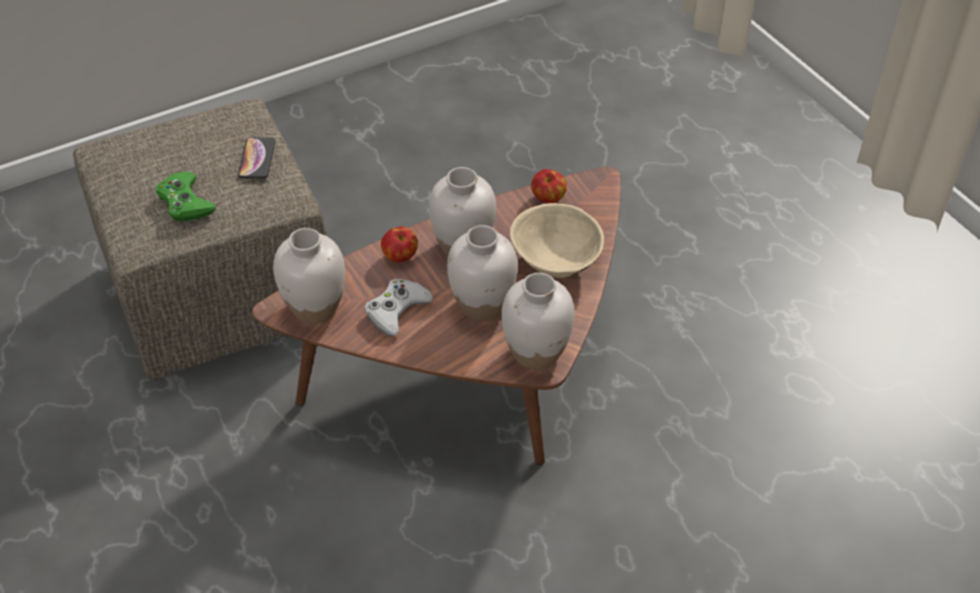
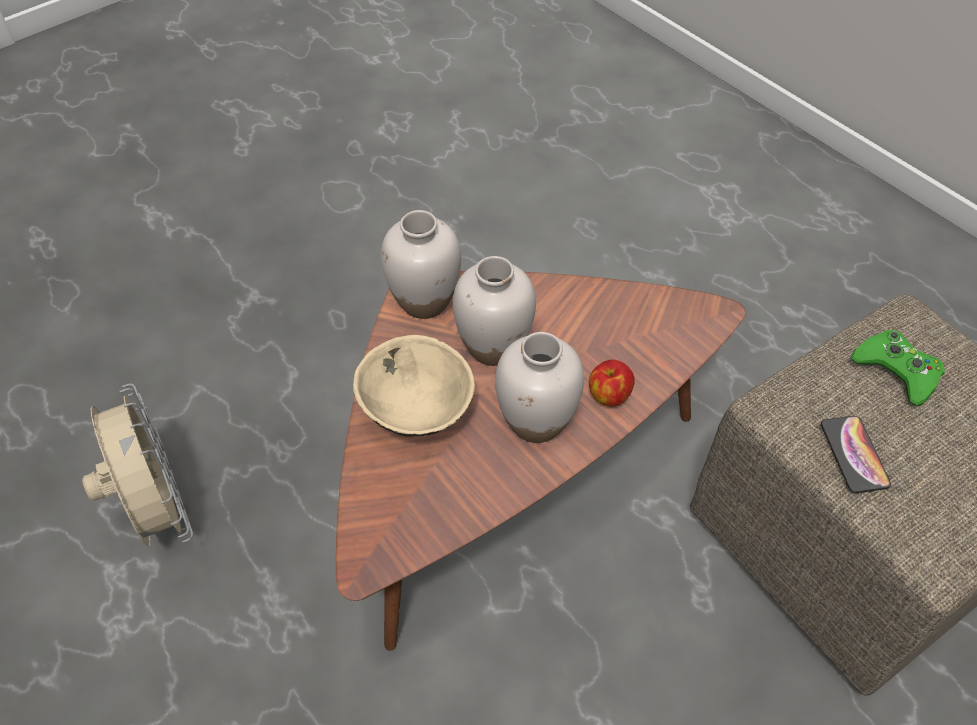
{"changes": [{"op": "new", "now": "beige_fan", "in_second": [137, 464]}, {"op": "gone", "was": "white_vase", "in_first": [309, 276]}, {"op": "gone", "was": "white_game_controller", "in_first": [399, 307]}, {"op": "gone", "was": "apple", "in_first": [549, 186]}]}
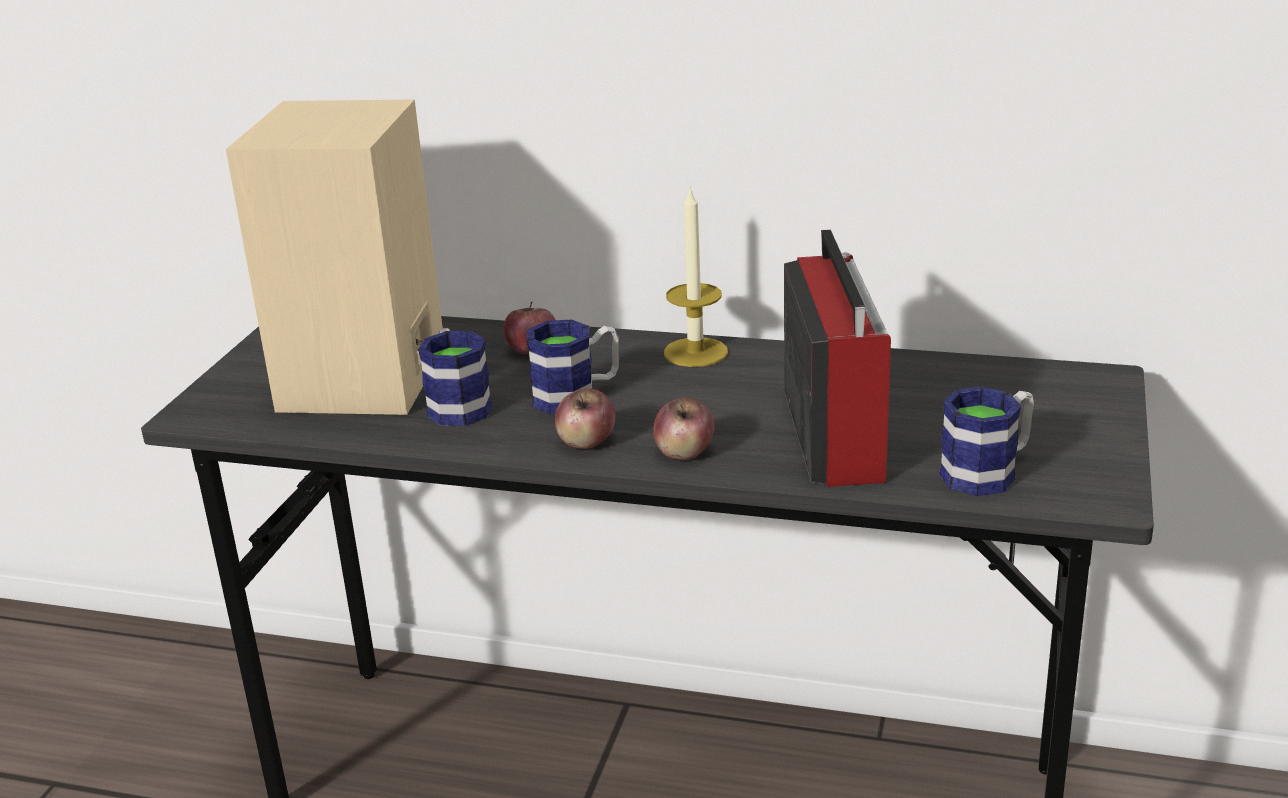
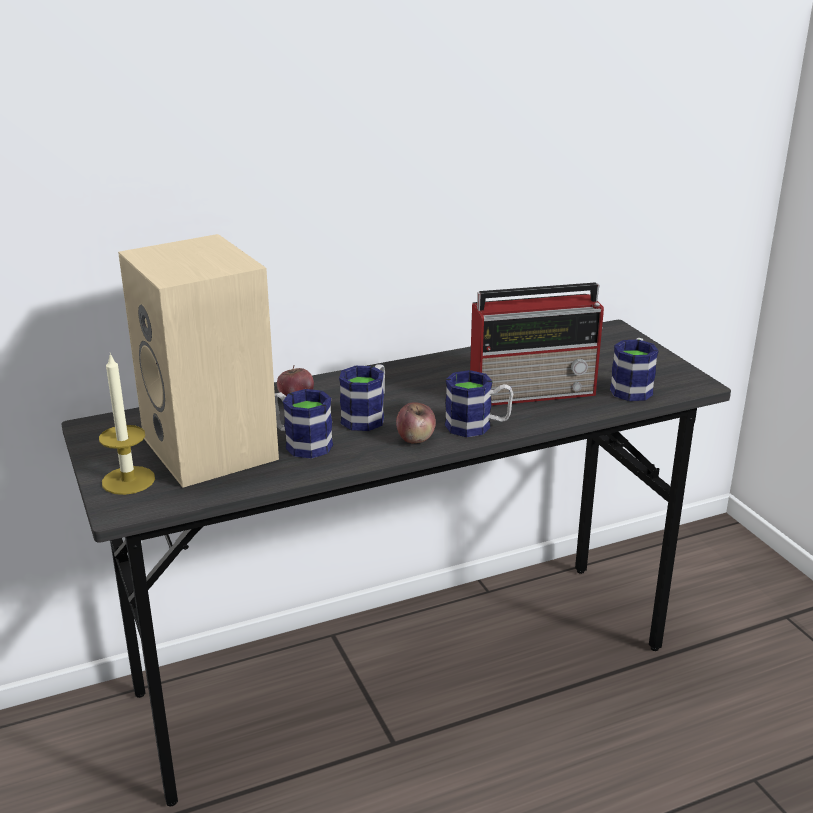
{"changes": [{"op": "shifted", "was": "candle", "in_first": [696, 276], "in_second": [127, 424]}, {"op": "swapped", "was": "apple", "now": "mug", "in_first": [683, 429], "in_second": [479, 403]}, {"op": "rotated", "was": "radio", "in_first": [837, 358], "in_second": [537, 344], "clockwise": 120}]}
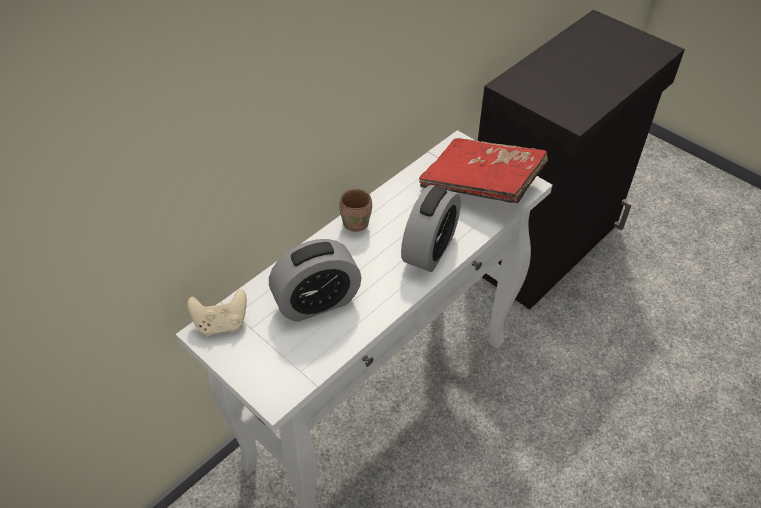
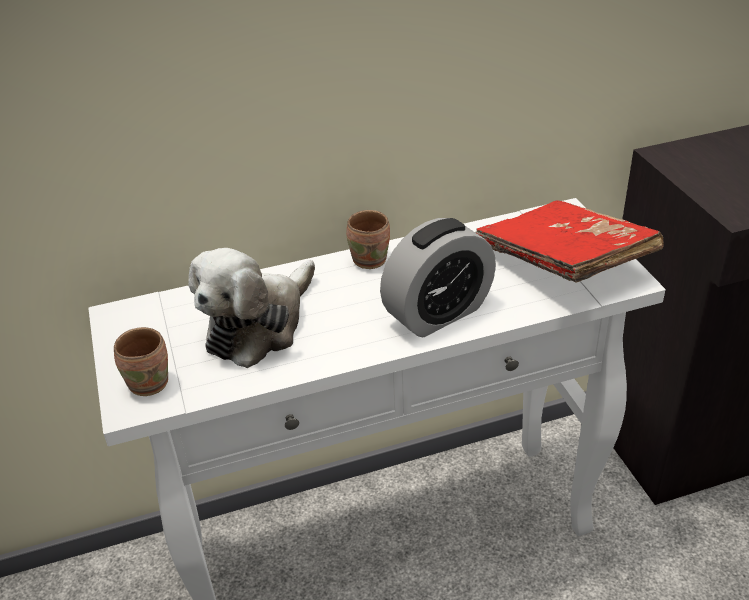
{"changes": [{"op": "new", "now": "brown_mug", "in_second": [141, 361]}, {"op": "swapped", "was": "alarm_clock", "now": "plush_toy", "in_first": [315, 280], "in_second": [251, 308]}, {"op": "gone", "was": "beige_game_controller", "in_first": [217, 312]}]}
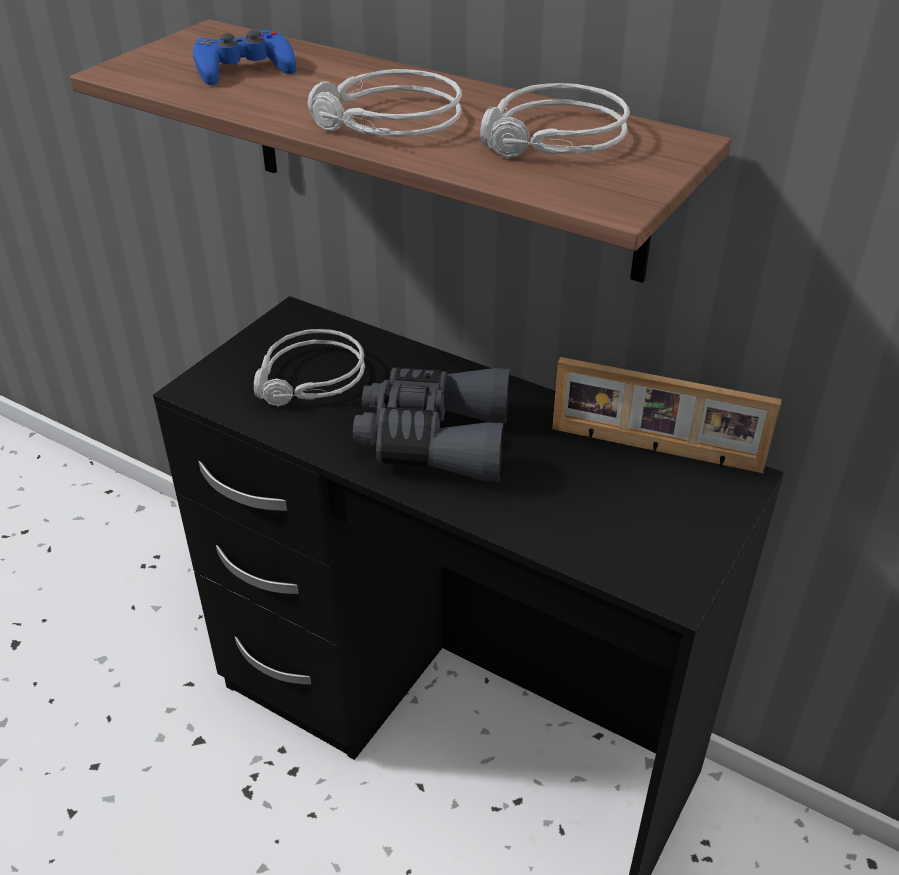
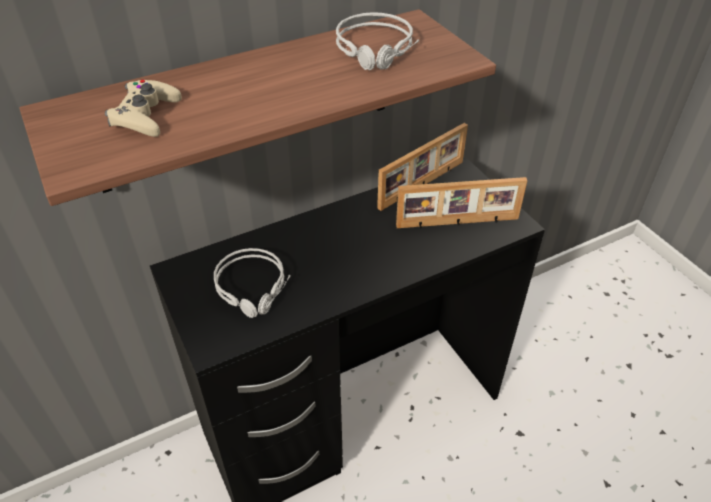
{"changes": [{"op": "repainted", "was": "blue_game_controller", "now": "beige_game_controller", "in_first": [244, 57], "in_second": [143, 108]}, {"op": "new", "now": "picture_frame", "in_second": [462, 202]}, {"op": "gone", "was": "grey_headphones", "in_first": [385, 103]}, {"op": "gone", "was": "grey_binoculars", "in_first": [431, 424]}]}
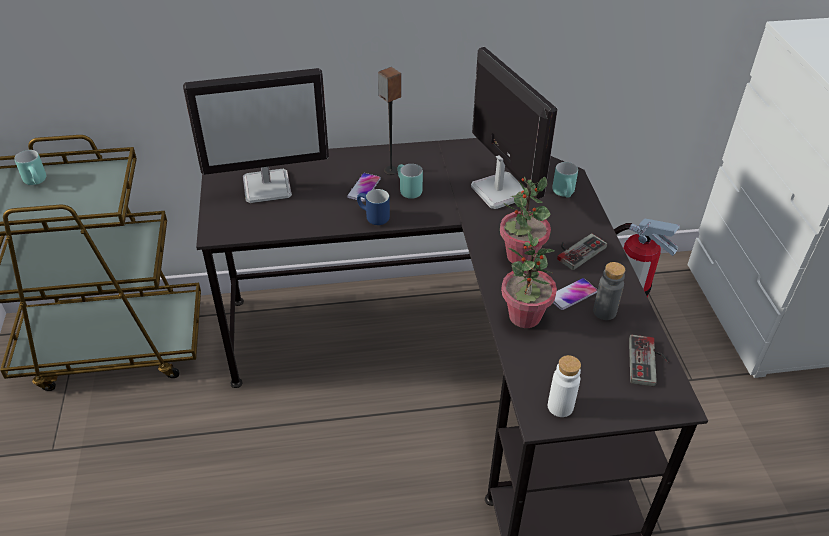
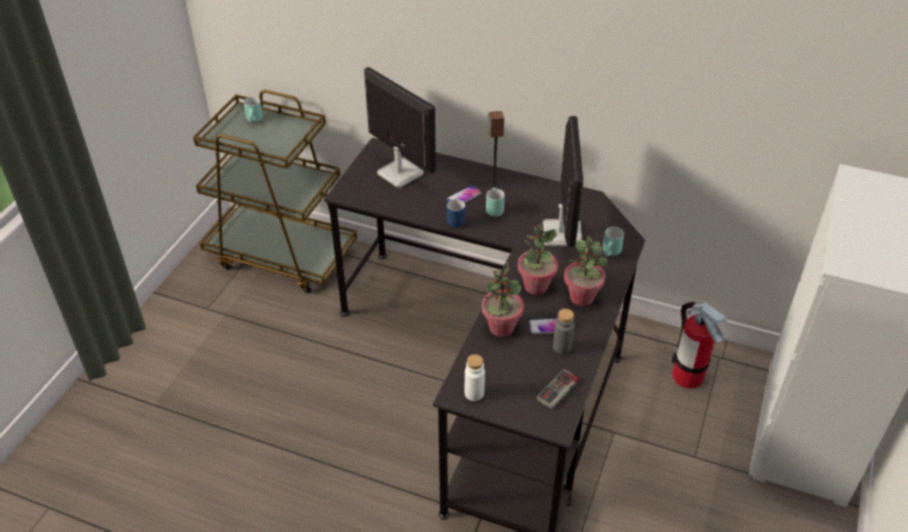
{"changes": [{"op": "rotated", "was": "monitor", "in_first": [256, 135], "in_second": [400, 127], "clockwise": -150}, {"op": "swapped", "was": "game_controller", "now": "potted_plant", "in_first": [582, 251], "in_second": [585, 271]}]}
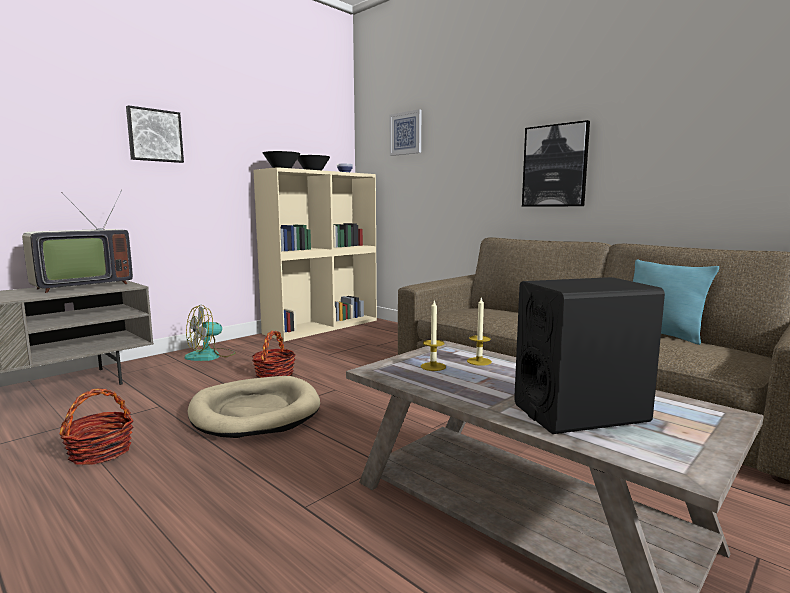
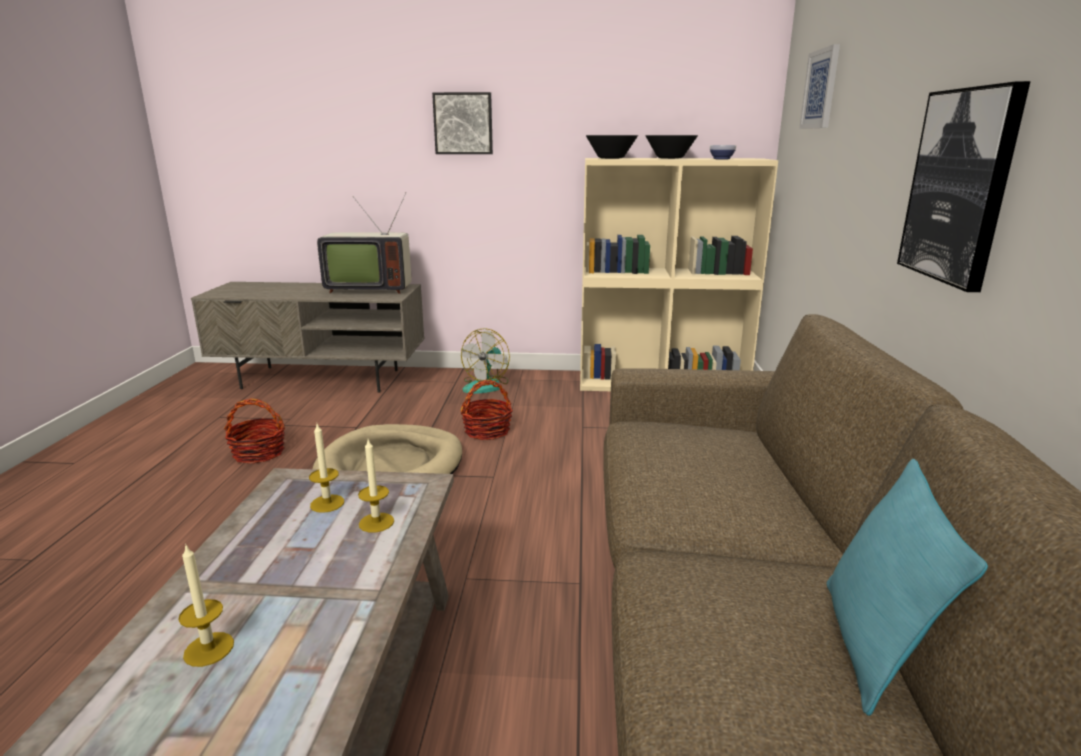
{"changes": [{"op": "swapped", "was": "black_speaker", "now": "candle", "in_first": [589, 355], "in_second": [206, 605]}, {"op": "rotated", "was": "fan", "in_first": [210, 333], "in_second": [485, 360], "clockwise": -75}]}
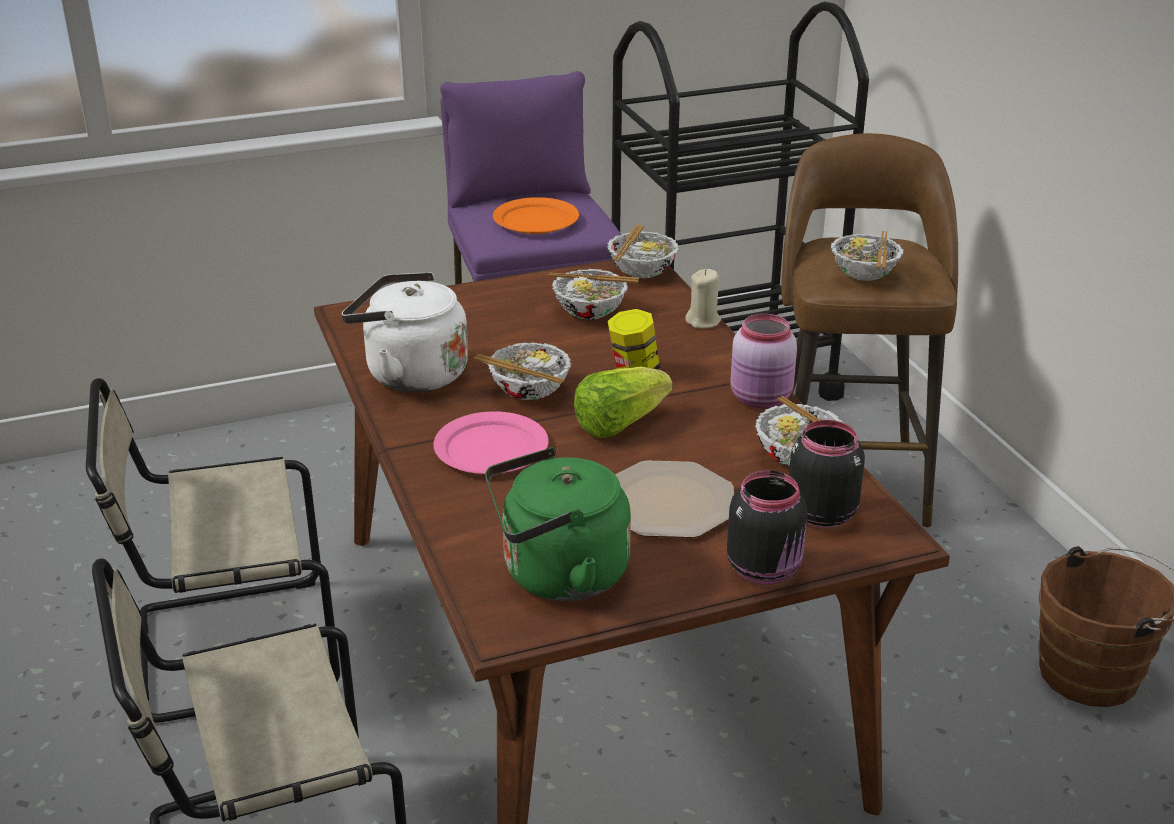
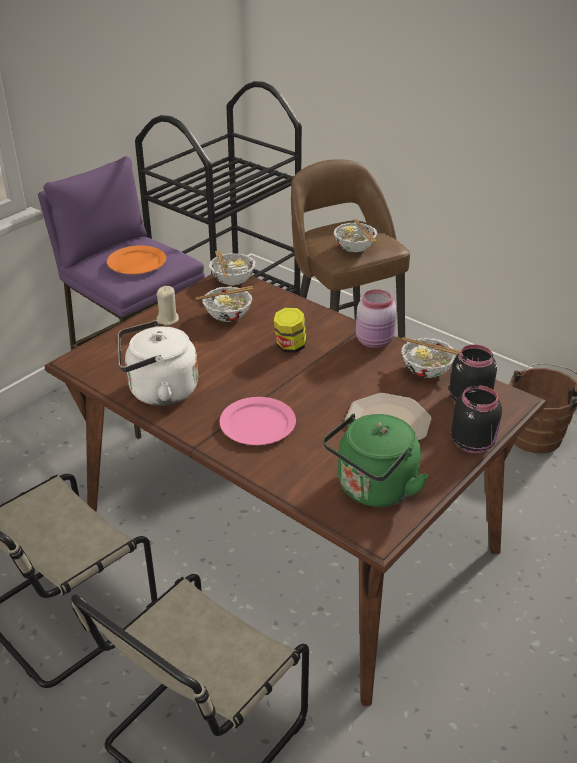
{"changes": [{"op": "shifted", "was": "beige_candle", "in_first": [703, 299], "in_second": [167, 306]}, {"op": "gone", "was": "bowl", "in_first": [522, 371]}, {"op": "gone", "was": "lettuce", "in_first": [623, 402]}]}
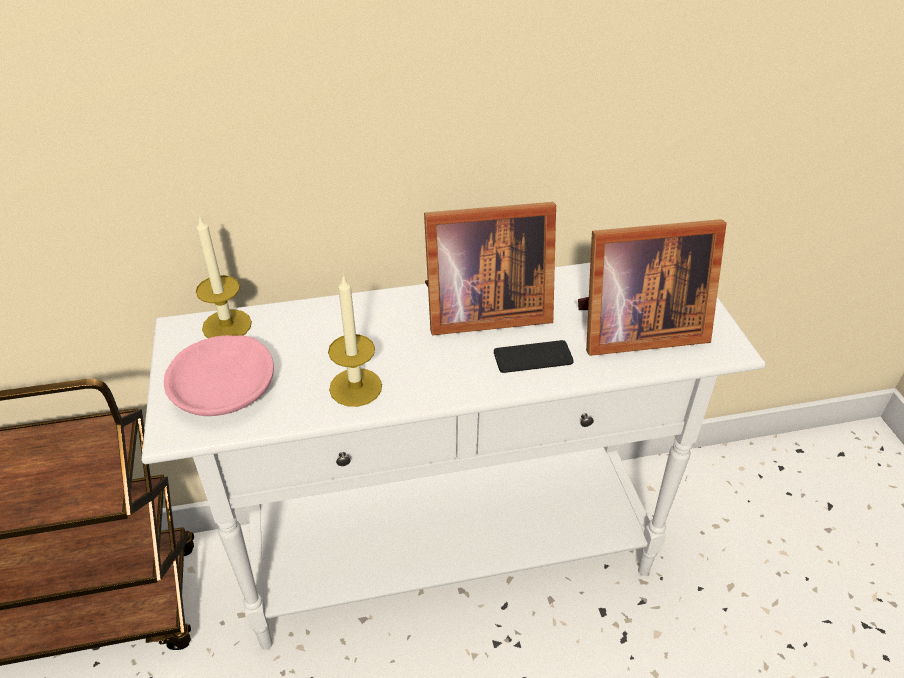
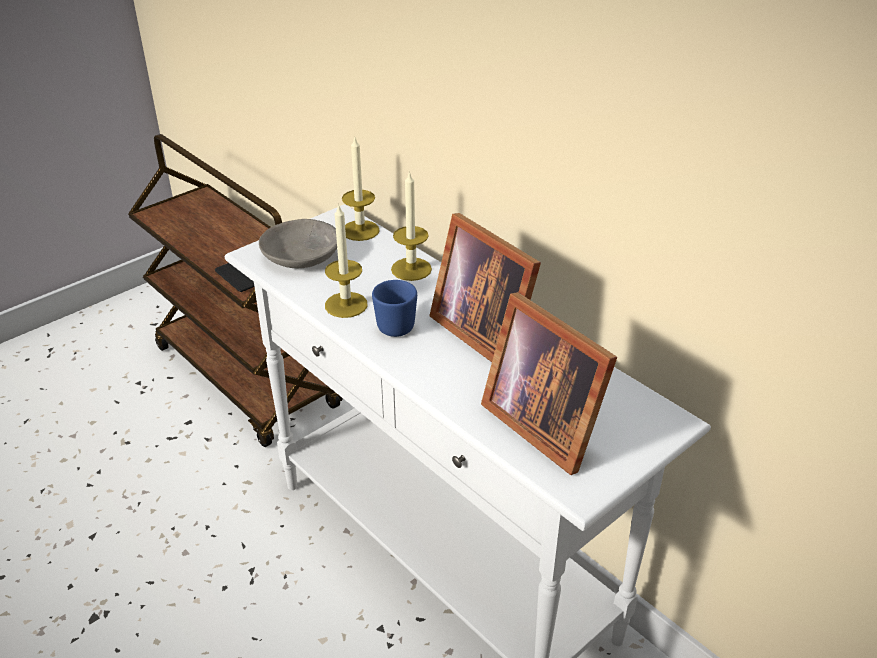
{"changes": [{"op": "shifted", "was": "phone", "in_first": [534, 356], "in_second": [234, 277]}, {"op": "repainted", "was": "pink_bowl", "now": "grey_bowl", "in_first": [219, 375], "in_second": [298, 243]}, {"op": "new", "now": "blue_mug", "in_second": [394, 308]}, {"op": "new", "now": "candle", "in_second": [411, 226]}]}
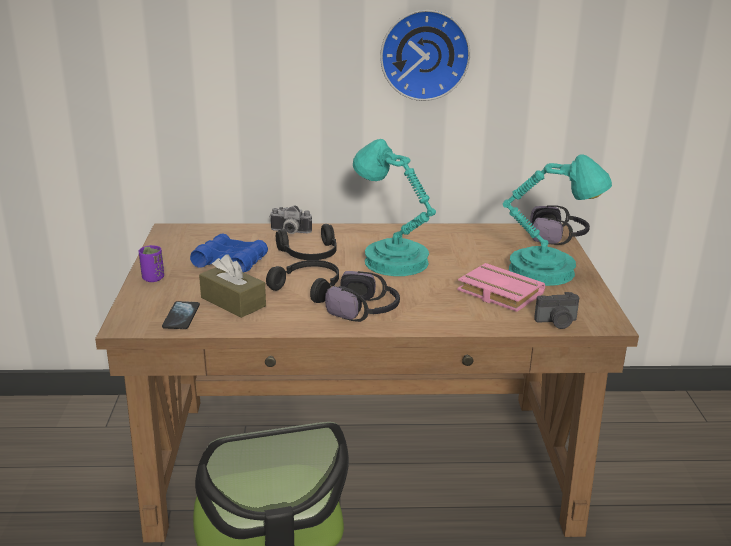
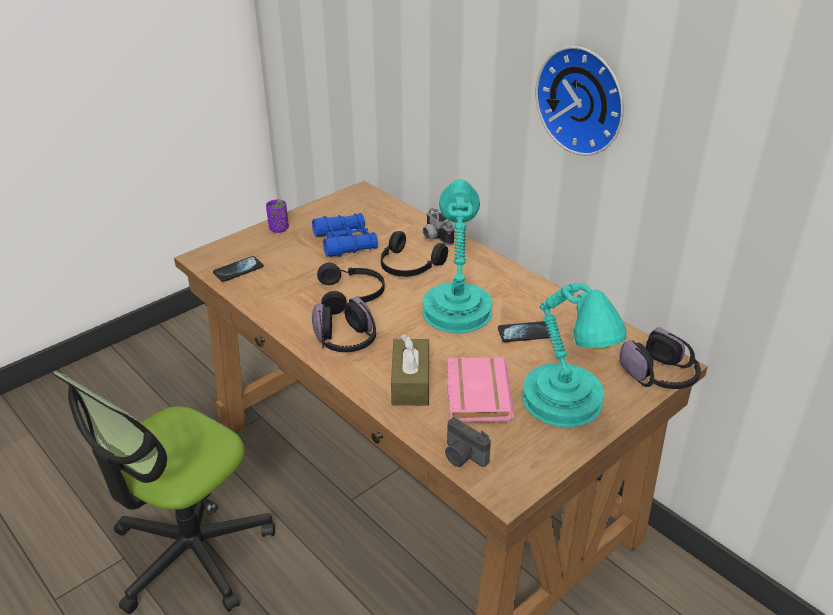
{"changes": [{"op": "shifted", "was": "brown_tissue_box", "in_first": [232, 286], "in_second": [410, 370]}, {"op": "new", "now": "phone", "in_second": [524, 331]}]}
